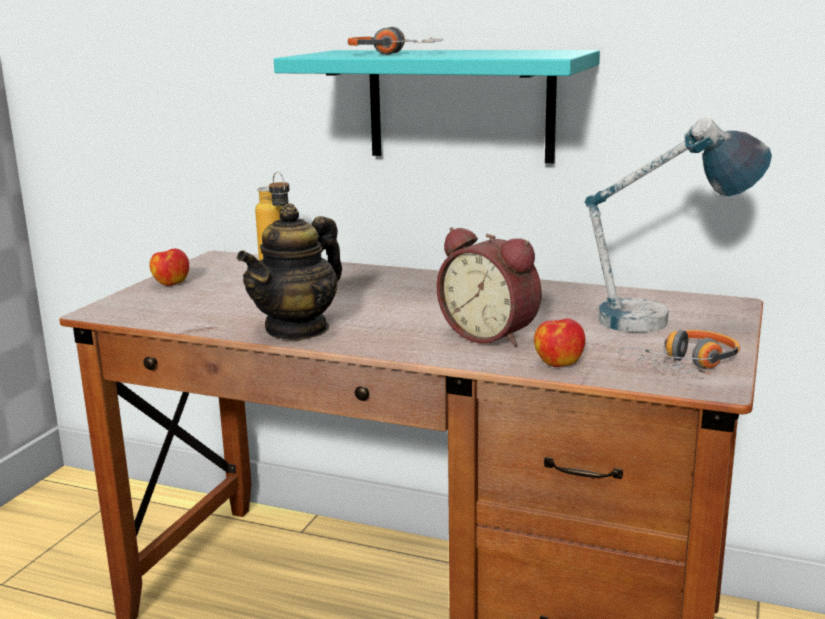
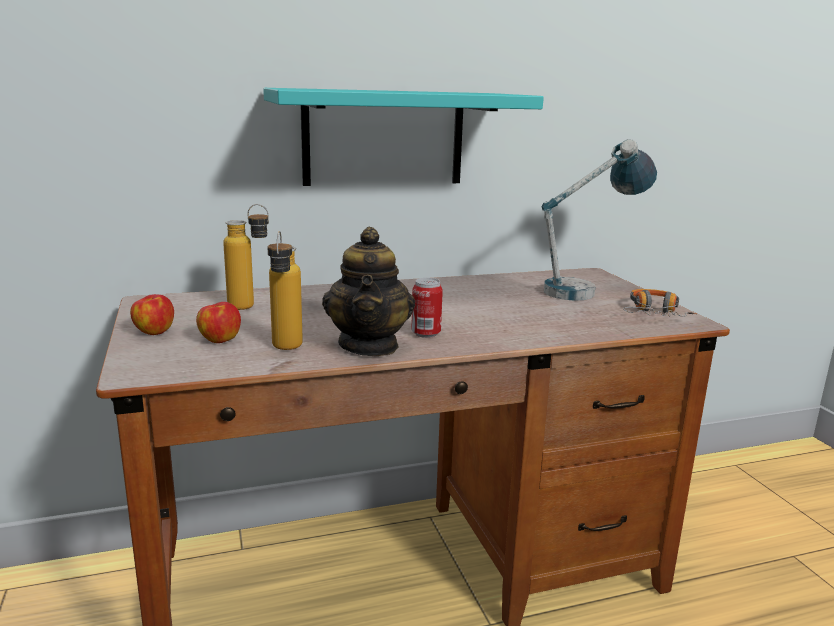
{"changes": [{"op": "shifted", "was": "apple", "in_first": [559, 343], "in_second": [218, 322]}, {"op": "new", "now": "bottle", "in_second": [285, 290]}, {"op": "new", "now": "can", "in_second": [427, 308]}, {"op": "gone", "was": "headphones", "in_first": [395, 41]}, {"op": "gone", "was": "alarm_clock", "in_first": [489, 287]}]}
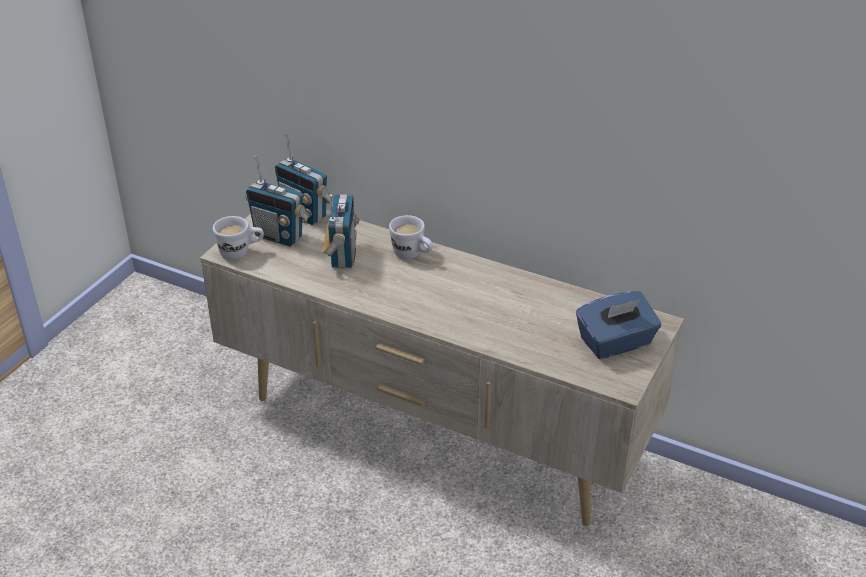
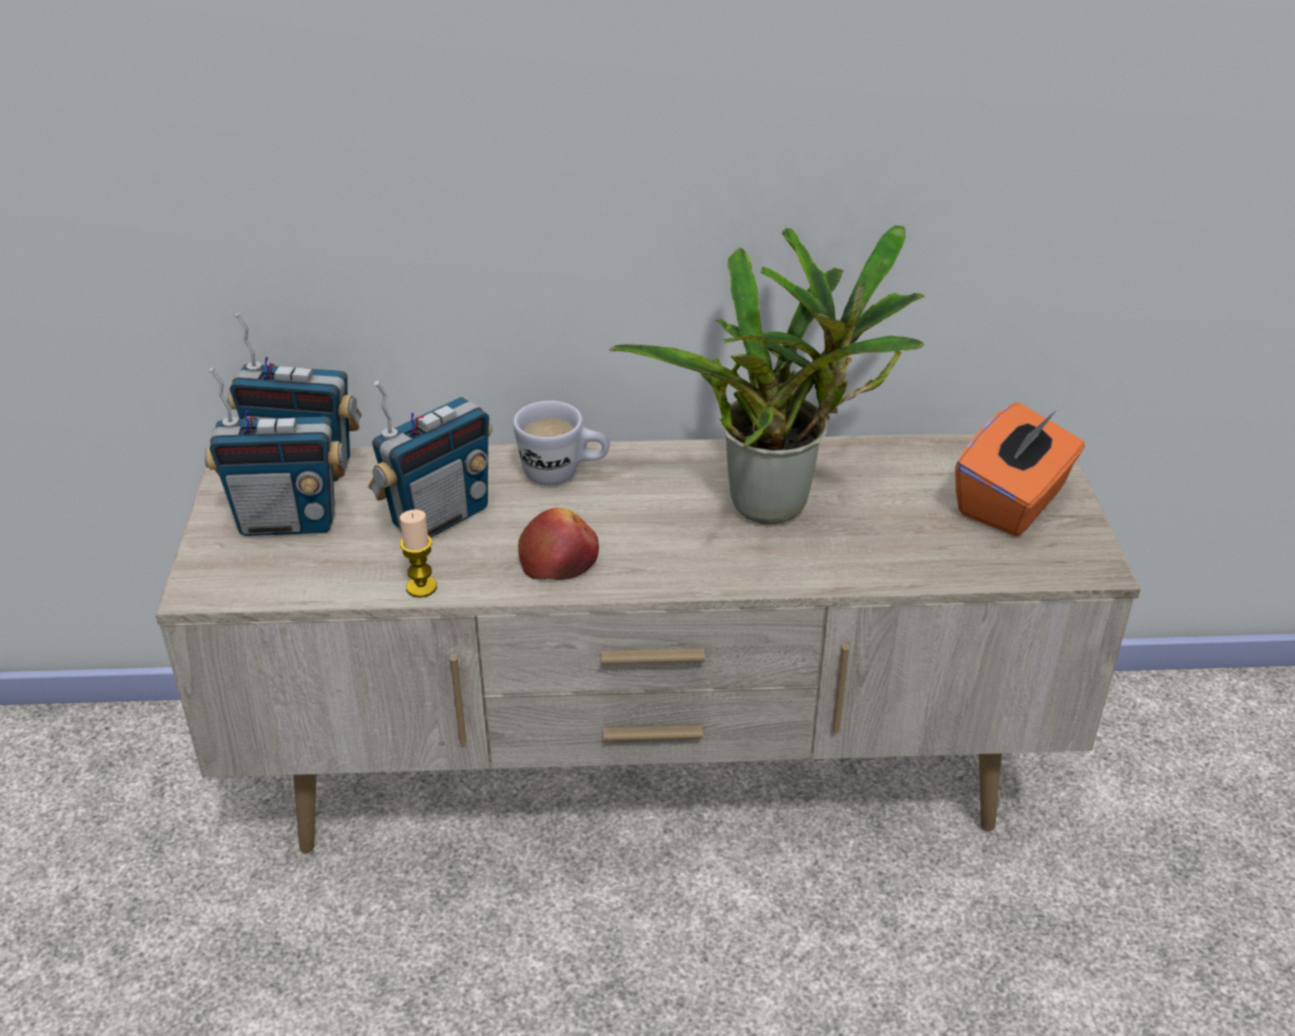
{"changes": [{"op": "rotated", "was": "radio", "in_first": [340, 231], "in_second": [430, 459], "clockwise": 75}, {"op": "new", "now": "candle", "in_second": [418, 554]}, {"op": "new", "now": "apple", "in_second": [558, 544]}, {"op": "new", "now": "potted_plant", "in_second": [767, 374]}, {"op": "repainted", "was": "blue_tissue_box", "now": "orange_tissue_box", "in_first": [618, 325], "in_second": [1020, 469]}, {"op": "gone", "was": "white_mug", "in_first": [238, 238]}]}
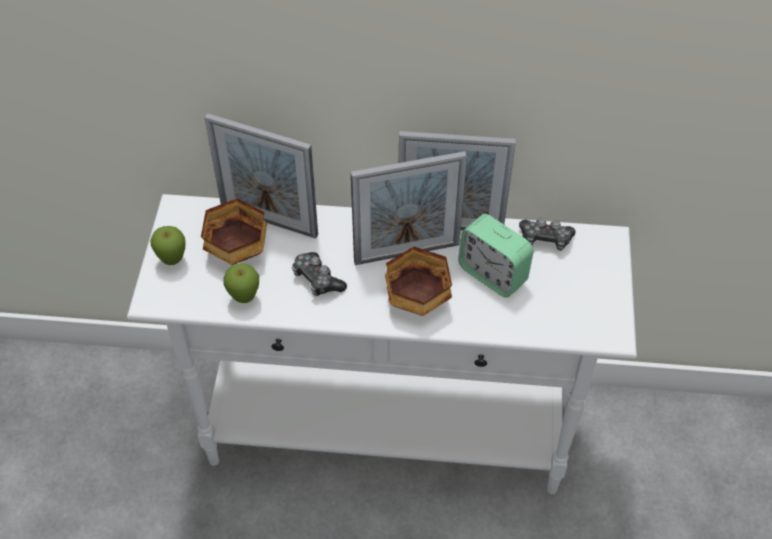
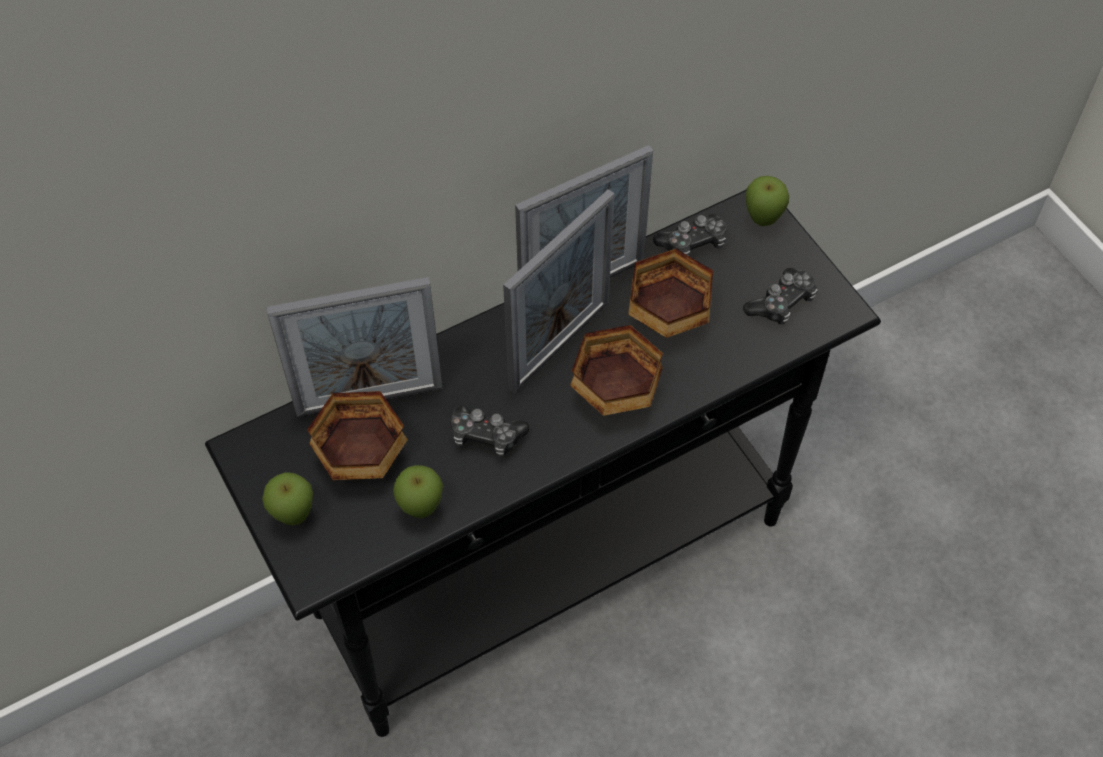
{"changes": [{"op": "repainted", "was": "white_console_table", "now": "black_console_table", "in_first": [382, 344], "in_second": [543, 463]}, {"op": "swapped", "was": "alarm_clock", "now": "bowl", "in_first": [496, 256], "in_second": [670, 293]}, {"op": "new", "now": "game_controller", "in_second": [780, 296]}, {"op": "new", "now": "apple", "in_second": [767, 201]}]}
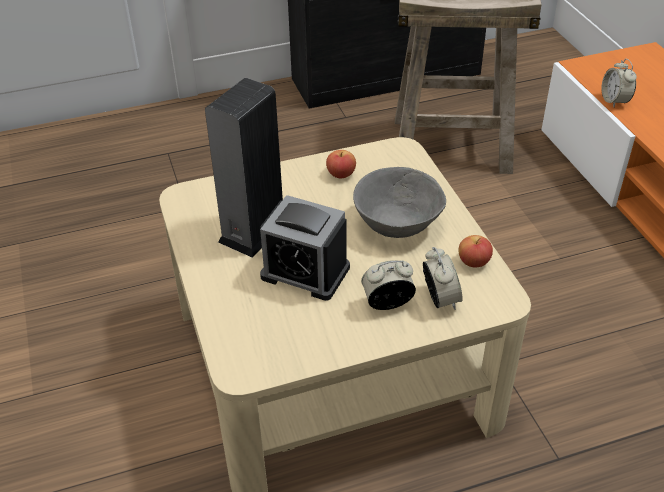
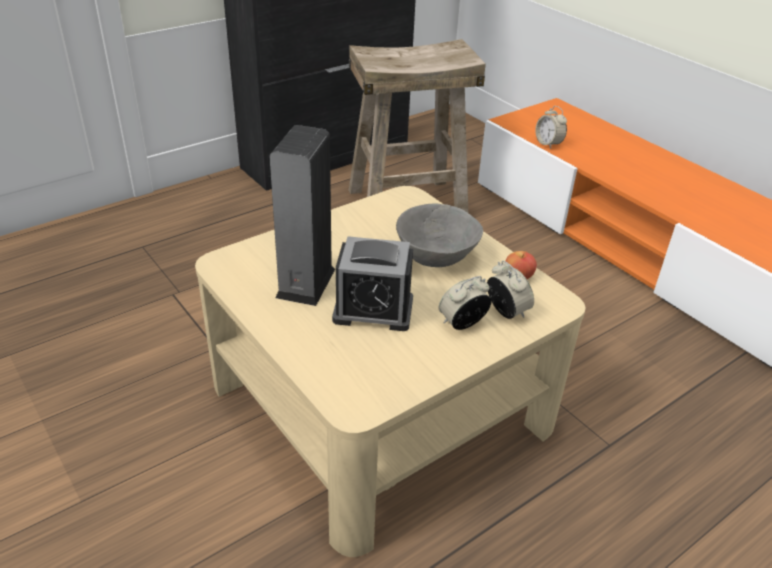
{"changes": [{"op": "gone", "was": "apple", "in_first": [341, 164]}]}
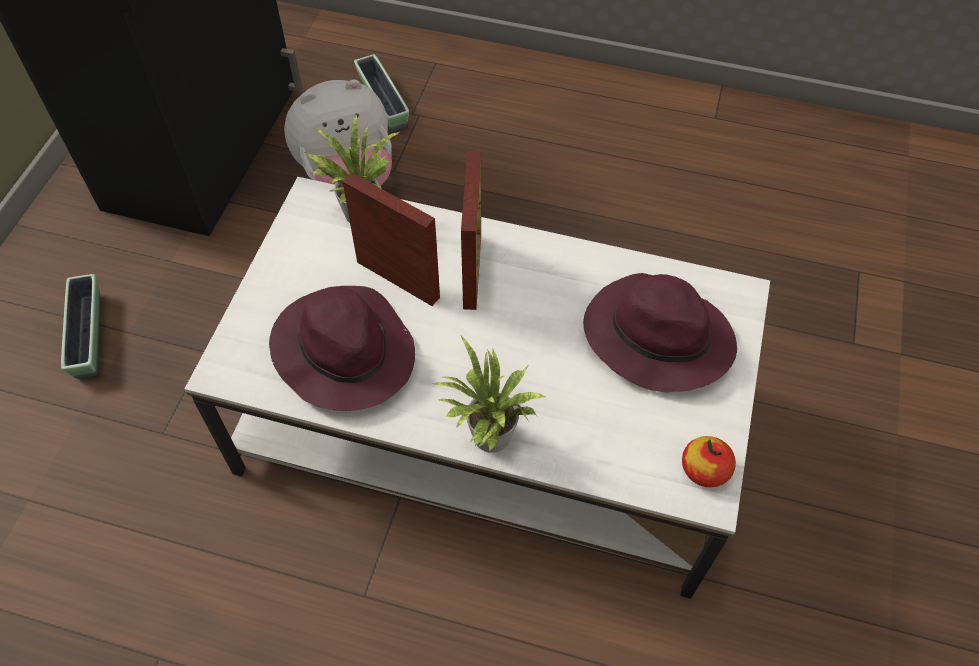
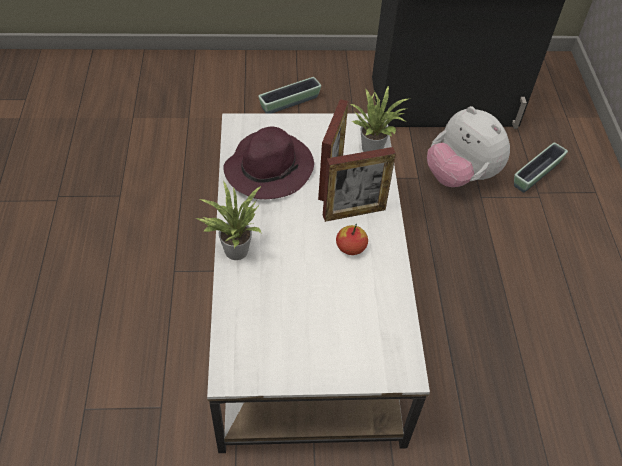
{"changes": [{"op": "shifted", "was": "apple", "in_first": [709, 461], "in_second": [352, 239]}, {"op": "gone", "was": "purple_hat", "in_first": [660, 333]}]}
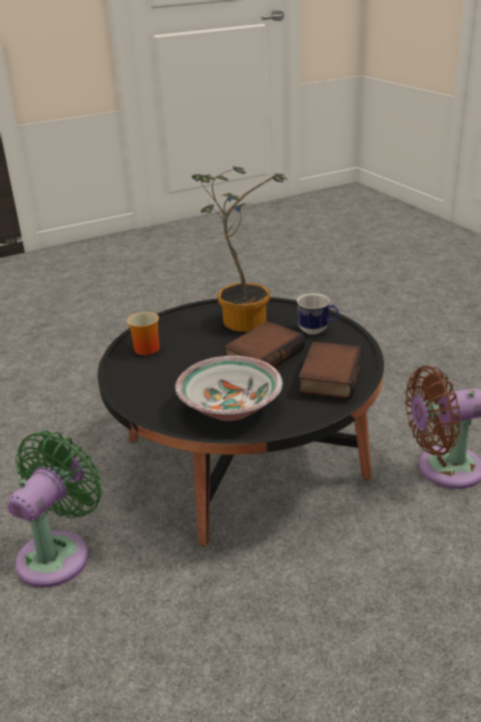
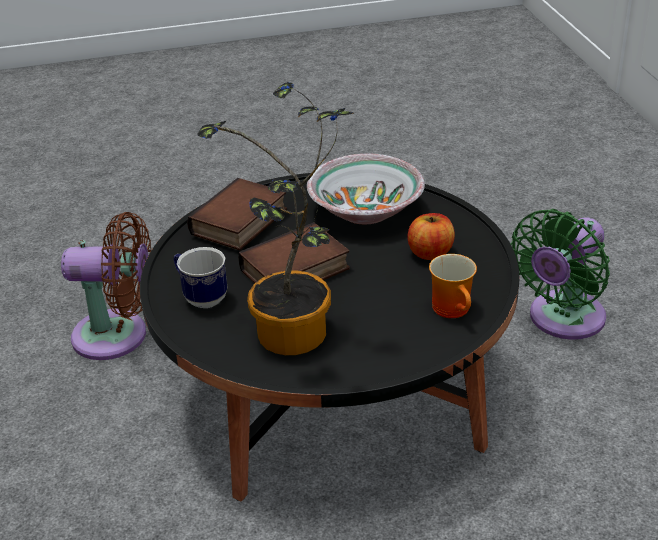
{"changes": [{"op": "new", "now": "apple", "in_second": [431, 236]}]}
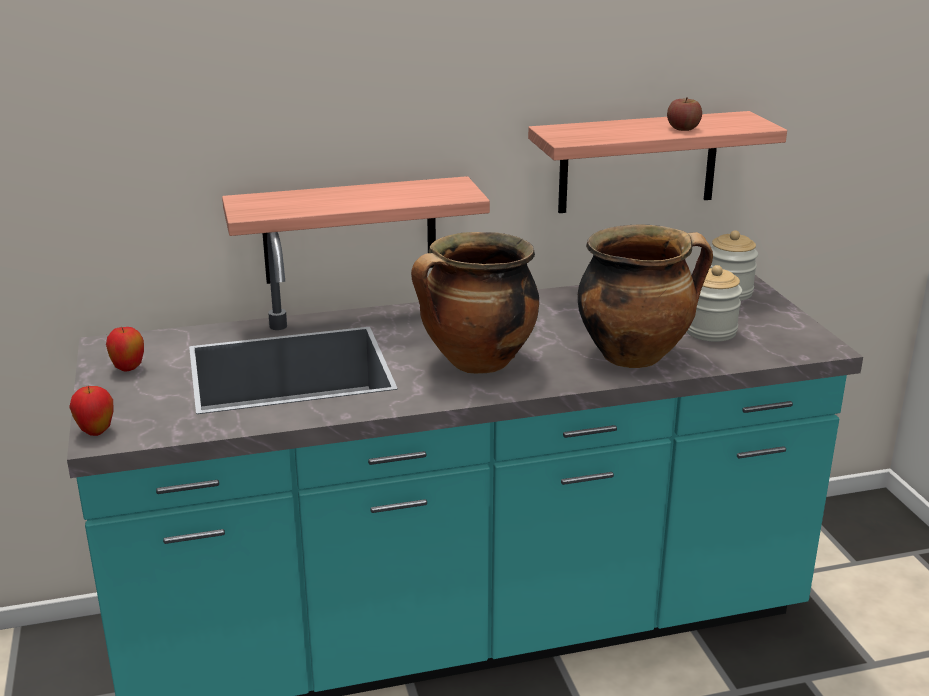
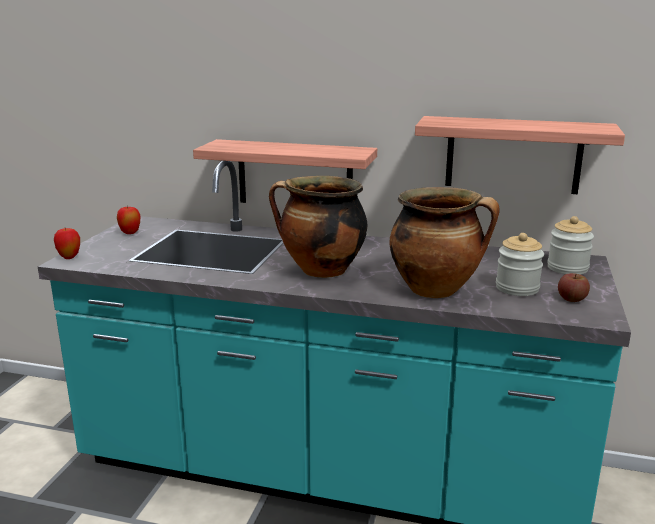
{"changes": [{"op": "shifted", "was": "apple", "in_first": [684, 114], "in_second": [574, 287]}]}
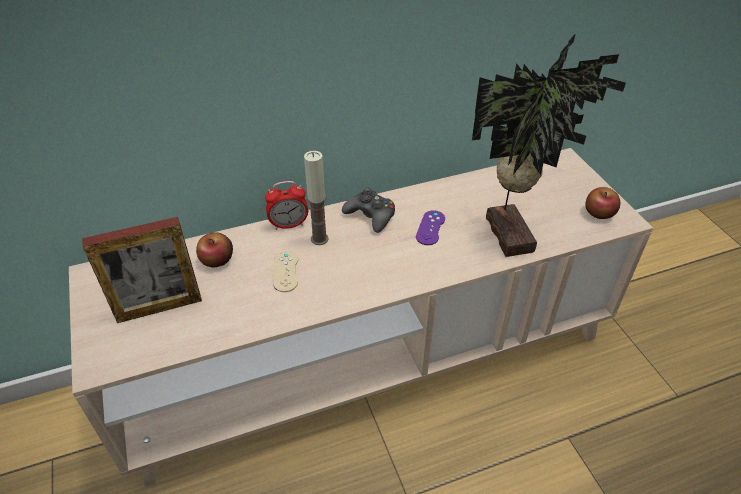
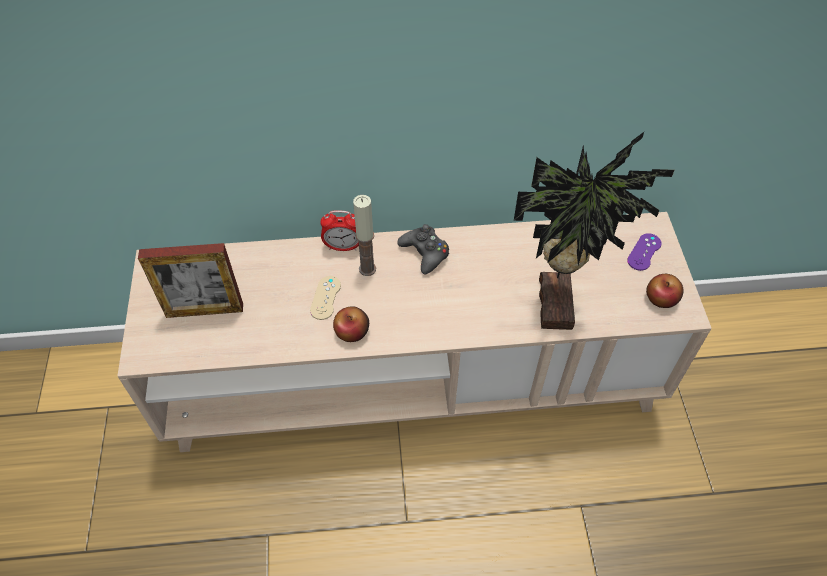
{"changes": [{"op": "shifted", "was": "apple", "in_first": [214, 249], "in_second": [351, 324]}, {"op": "shifted", "was": "purple_game_controller", "in_first": [430, 227], "in_second": [644, 252]}]}
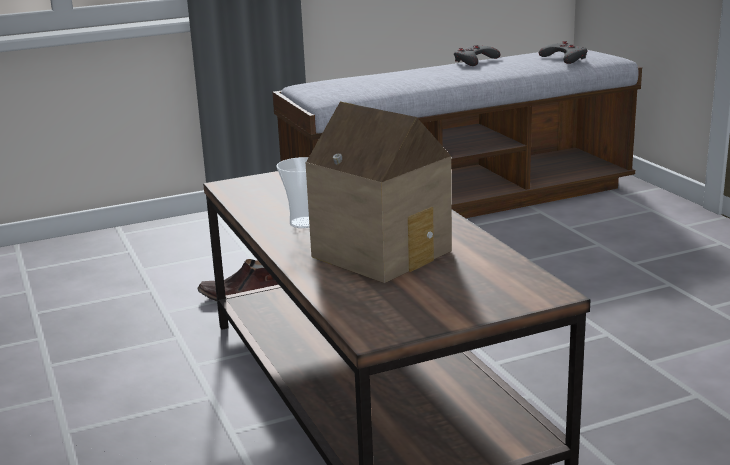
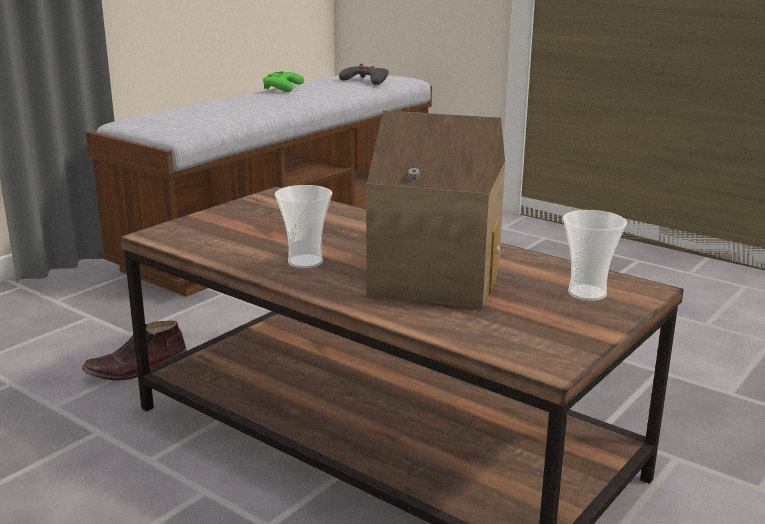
{"changes": [{"op": "repainted", "was": "grey_game_controller", "now": "green_game_controller", "in_first": [477, 55], "in_second": [283, 81]}, {"op": "new", "now": "cup", "in_second": [595, 255]}]}
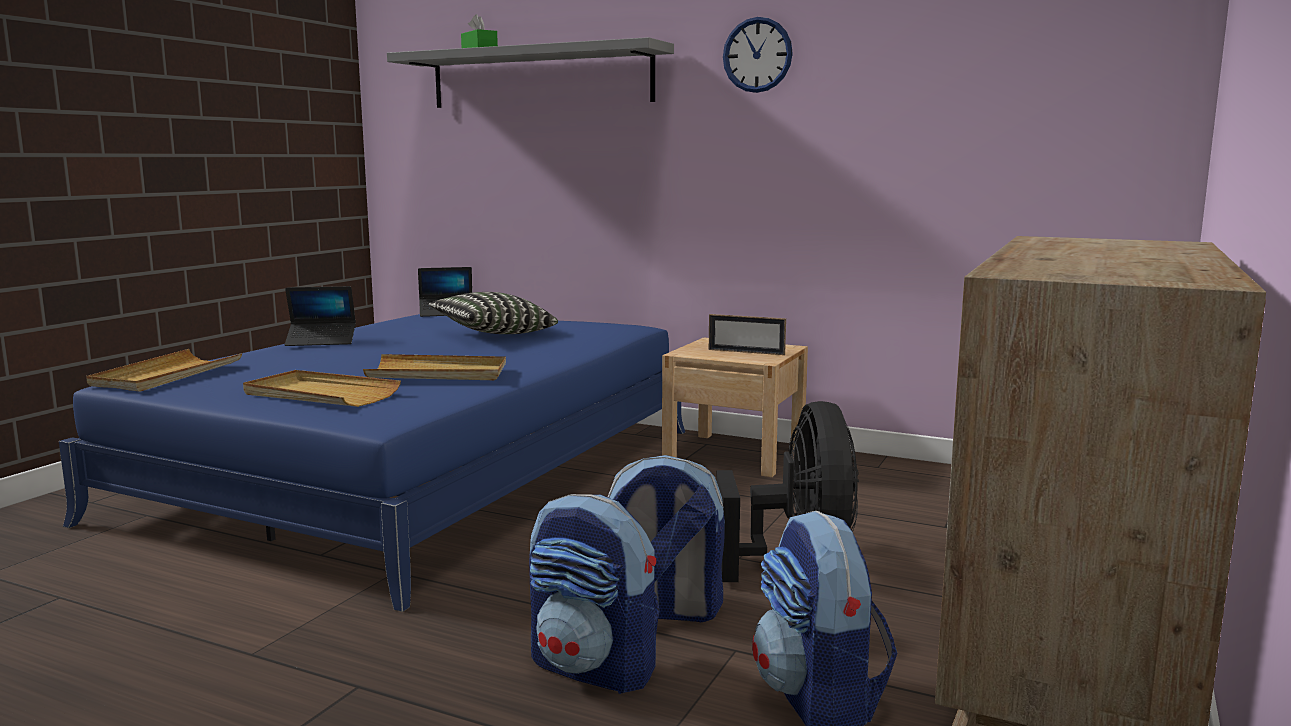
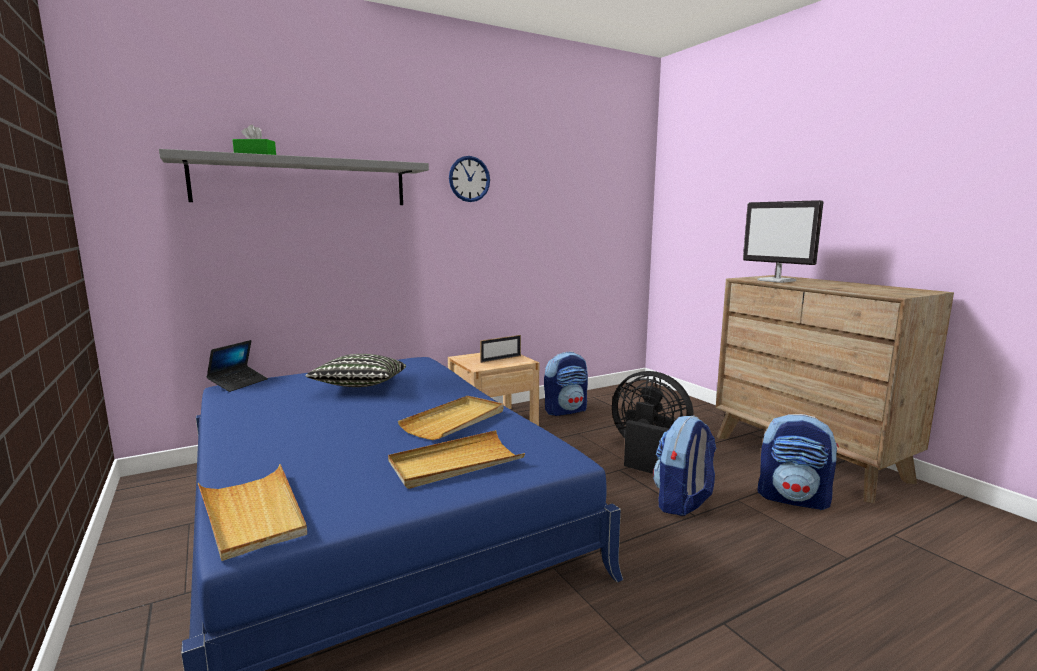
{"changes": [{"op": "shifted", "was": "backpack", "in_first": [594, 594], "in_second": [566, 384]}, {"op": "new", "now": "monitor", "in_second": [783, 241]}, {"op": "gone", "was": "laptop", "in_first": [320, 316]}]}
